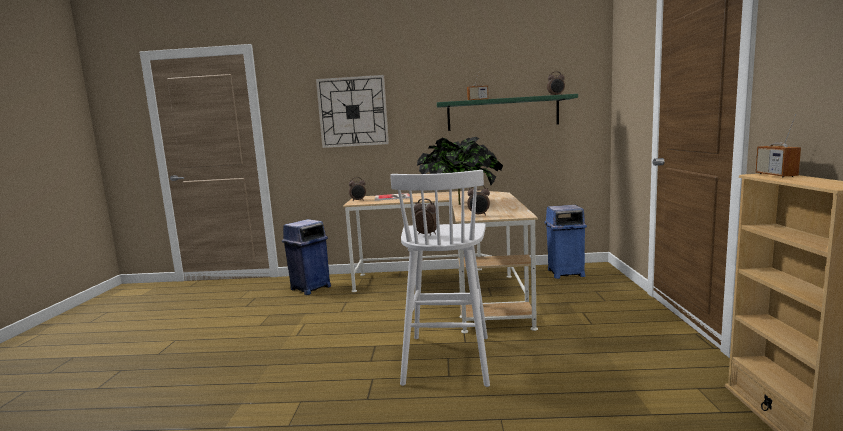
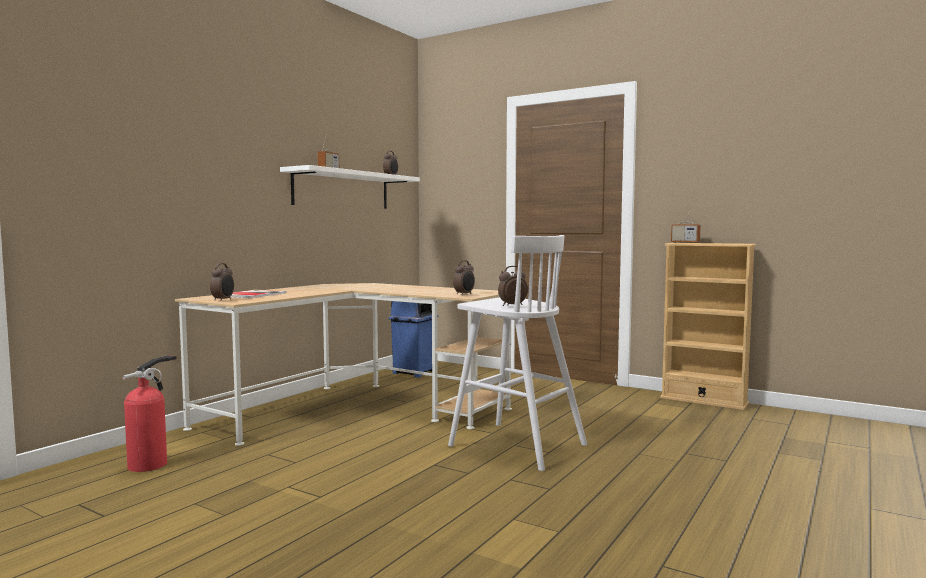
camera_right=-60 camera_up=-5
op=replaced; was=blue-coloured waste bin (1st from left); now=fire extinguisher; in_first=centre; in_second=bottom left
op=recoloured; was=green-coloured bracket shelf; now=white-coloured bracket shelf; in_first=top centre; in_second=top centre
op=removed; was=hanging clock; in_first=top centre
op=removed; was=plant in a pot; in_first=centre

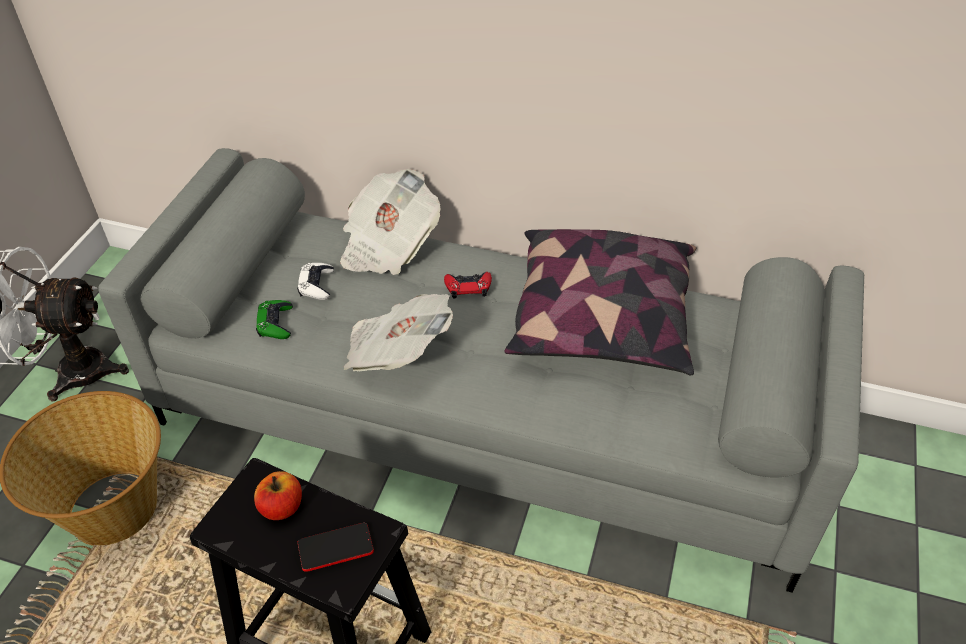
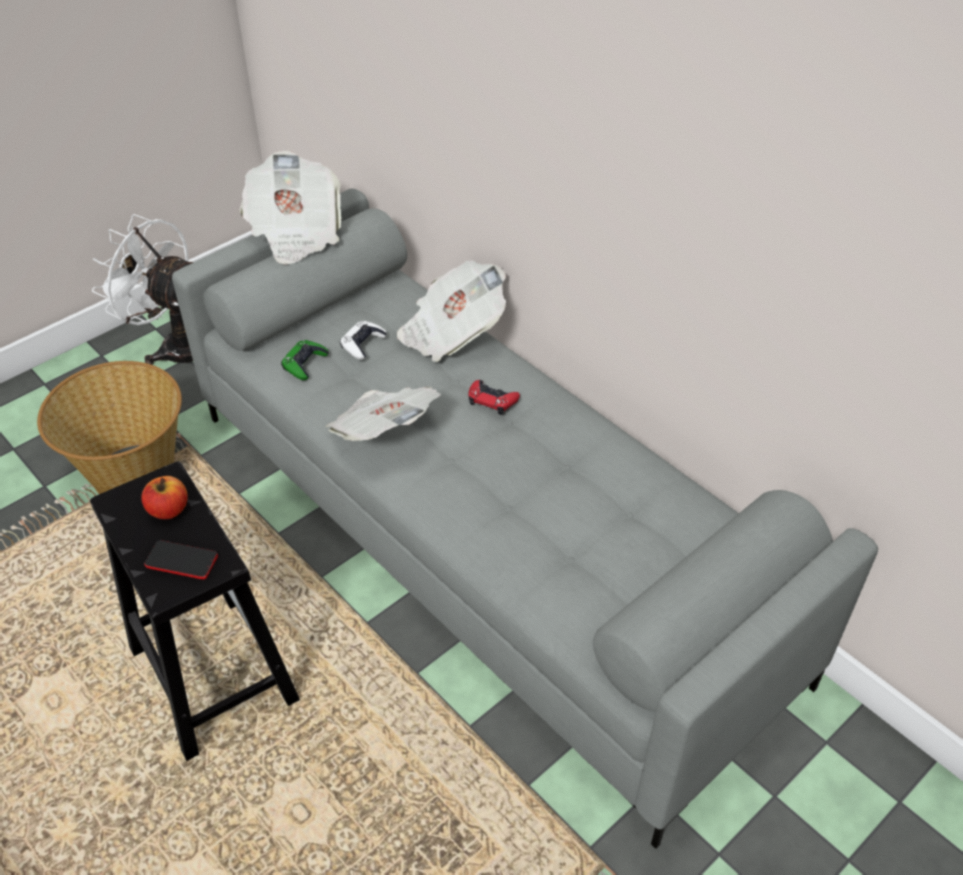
camera_right=30 camera_up=0
op=added; now=newspaper (1st from left); in_second=top left
op=removed; was=pillow; in_first=centre

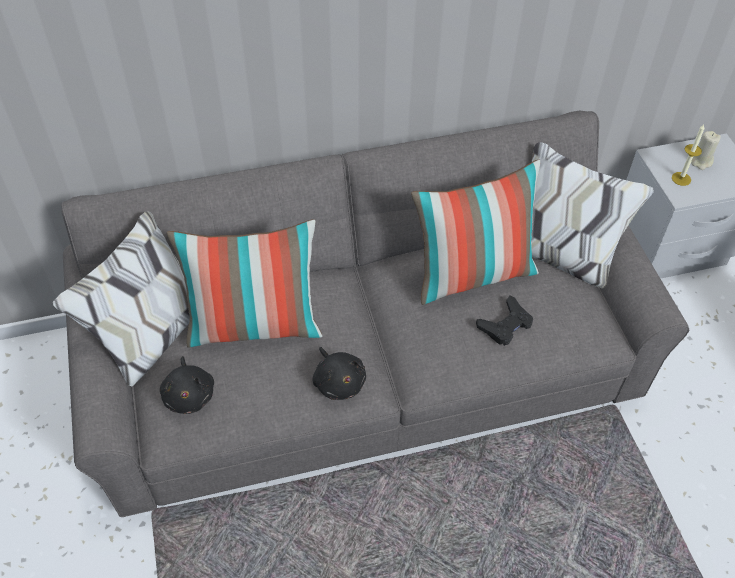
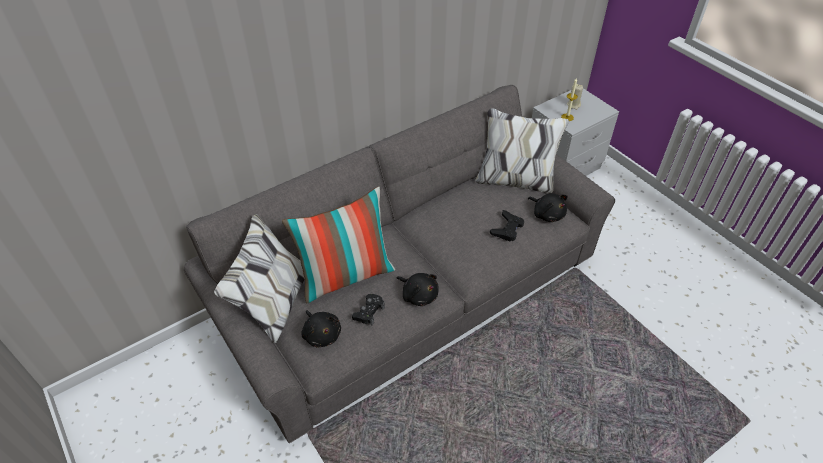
camera_right=-20 camera_up=-5
op=added; now=black-coloured gamepad (1st from left); in_second=bottom centre
op=added; now=black-coloured cuddly toy (3rd from left); in_second=centre
op=removed; was=pillow (2nd from left); in_first=centre

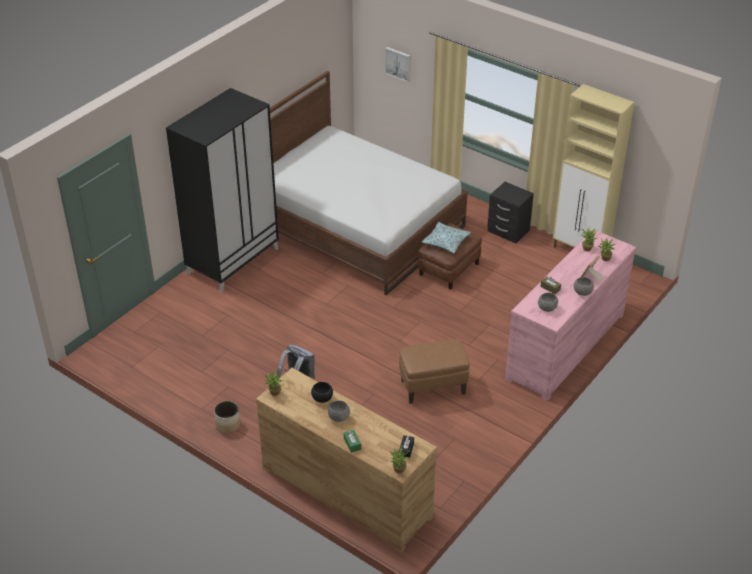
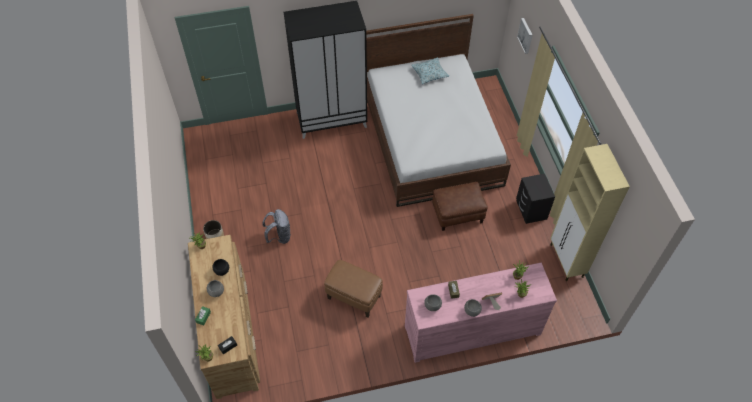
camera_right=40 camera_up=15
op=moved; was=pillow; in_first=centre; in_second=top centre

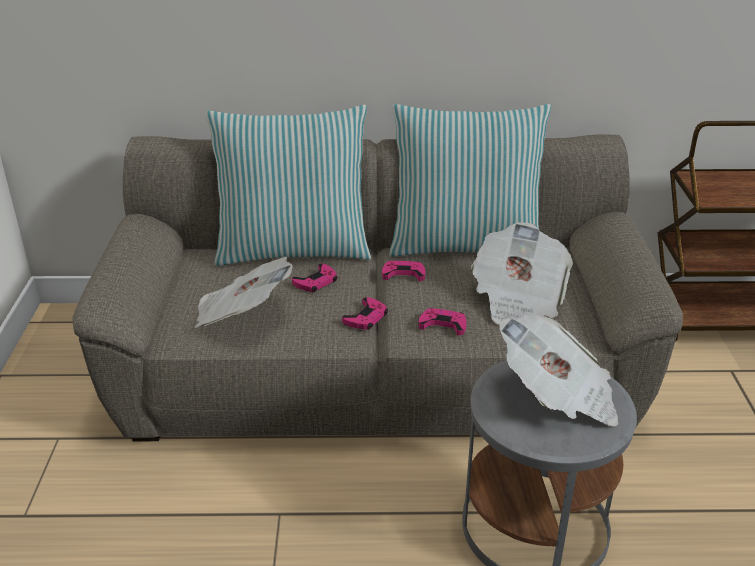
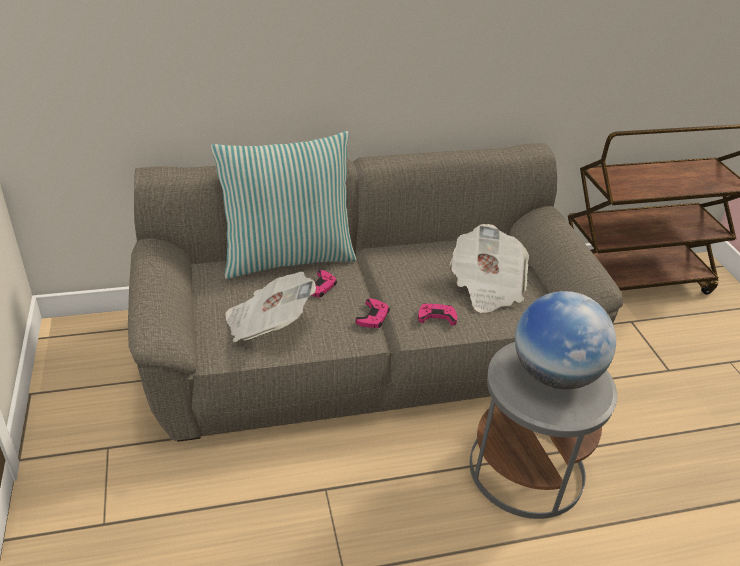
camera_right=-15 camera_up=5
op=replaced; was=newspaper (3rd from left); now=globe; in_first=middle right; in_second=middle right
op=removed; was=pink gamepad (3rd from left); in_first=centre
op=removed; was=pillow (2nd from left); in_first=top centre

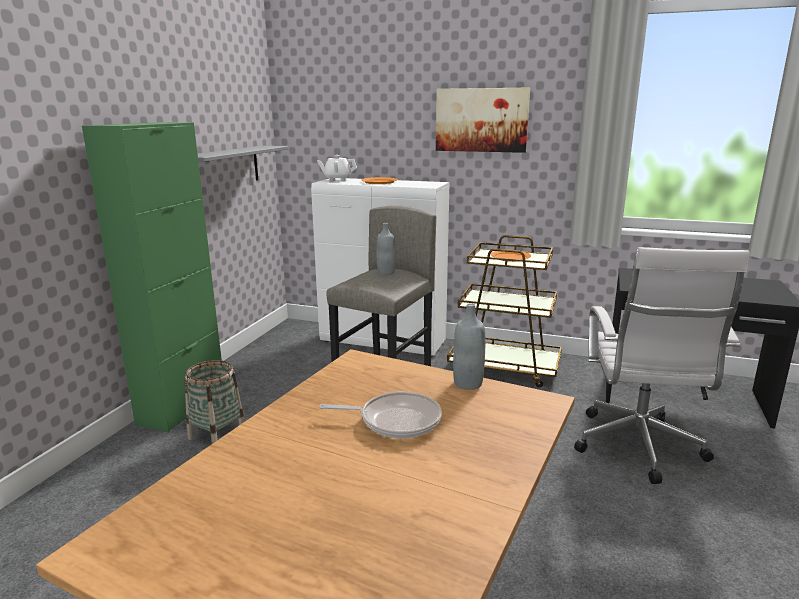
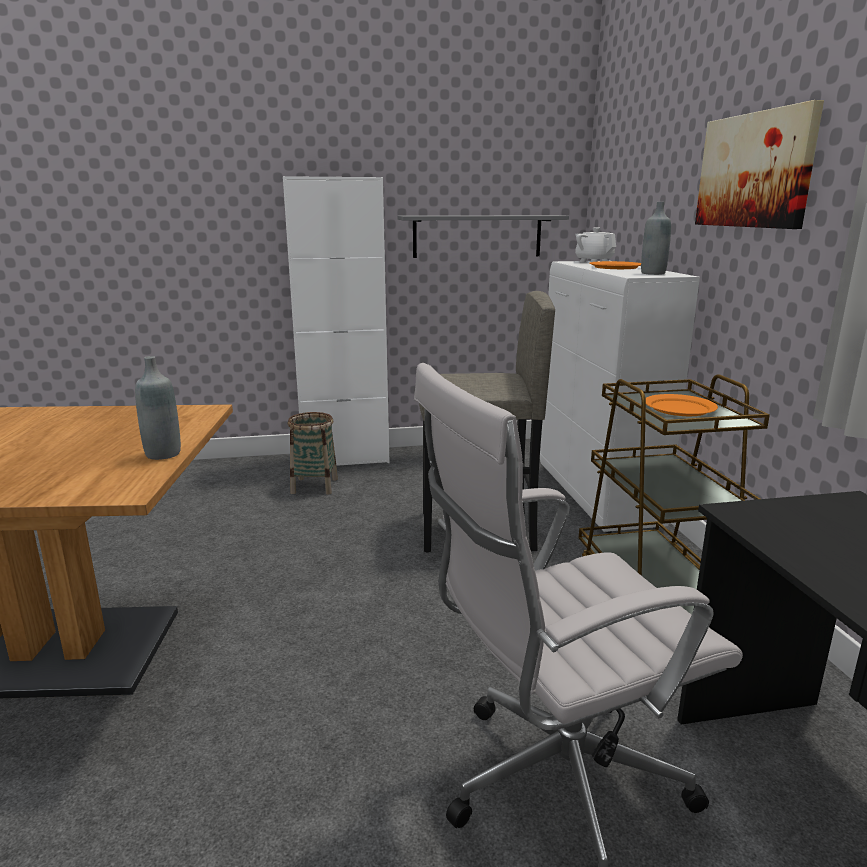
camera_right=60 camera_up=0
op=recoloured; was=green-coloured storage cabinet; now=white-coloured storage cabinet (1st from left); in_first=middle left; in_second=centre
op=moved; was=grey beverage bottle (1st from left in the first image); now=grey beverage bottle (2nd from left); in_first=centre; in_second=top right
op=removed; was=frying pan; in_first=bottom centre

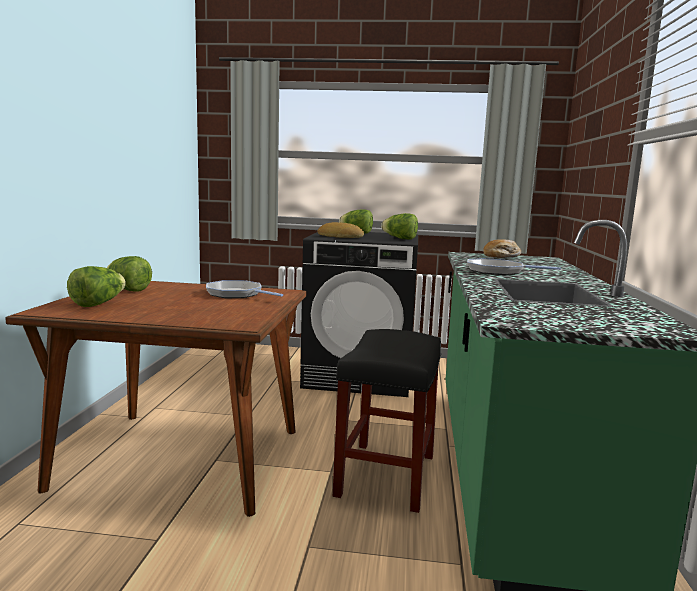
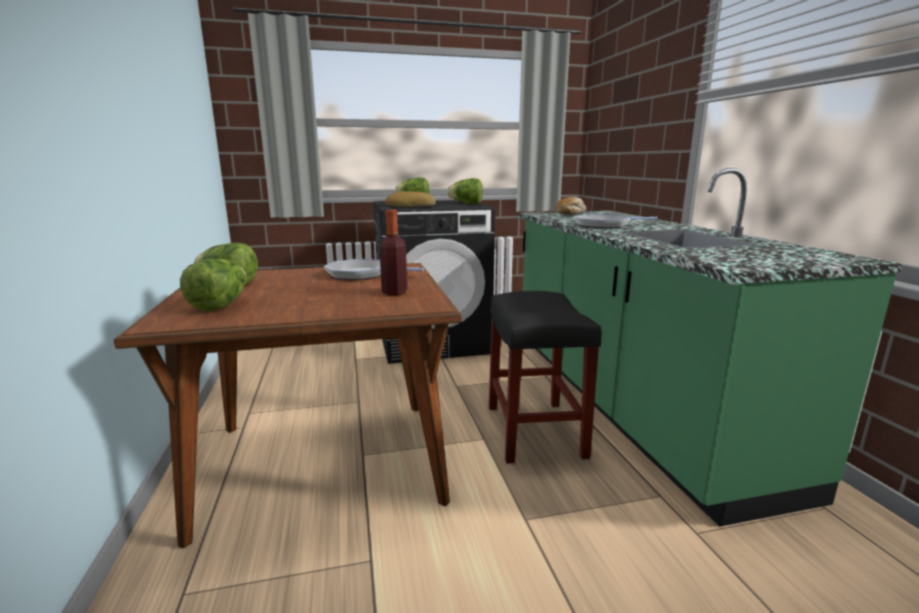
camera_right=-20 camera_up=5
op=added; now=beverage bottle; in_second=centre

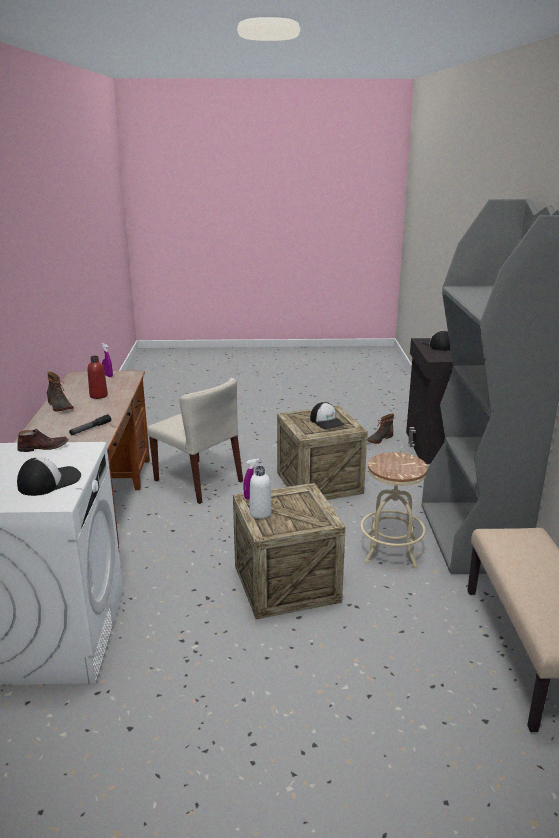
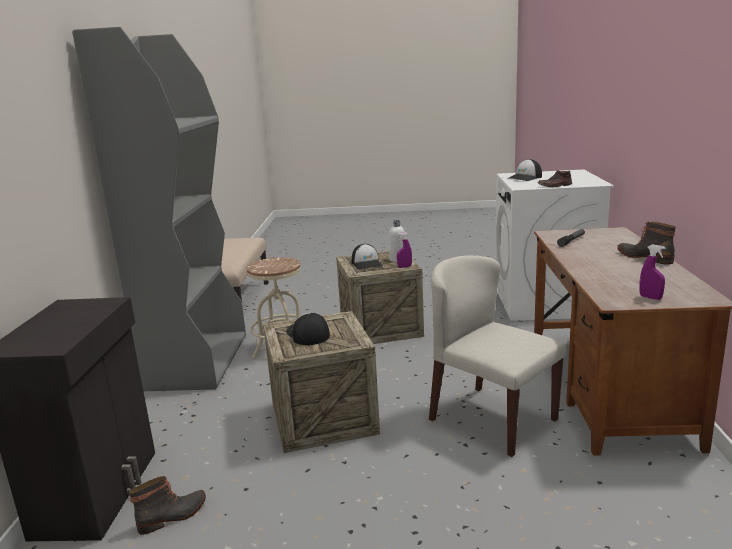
camera_right=-175 camera_up=-5
op=moved; was=cap (3rd from left in the first image); now=cap (2nd from left); in_first=middle right; in_second=centre
op=removed; was=reddish beverage bottle; in_first=middle left

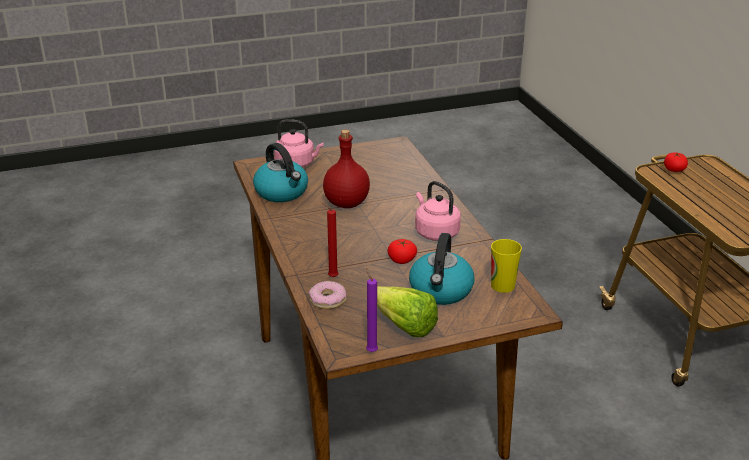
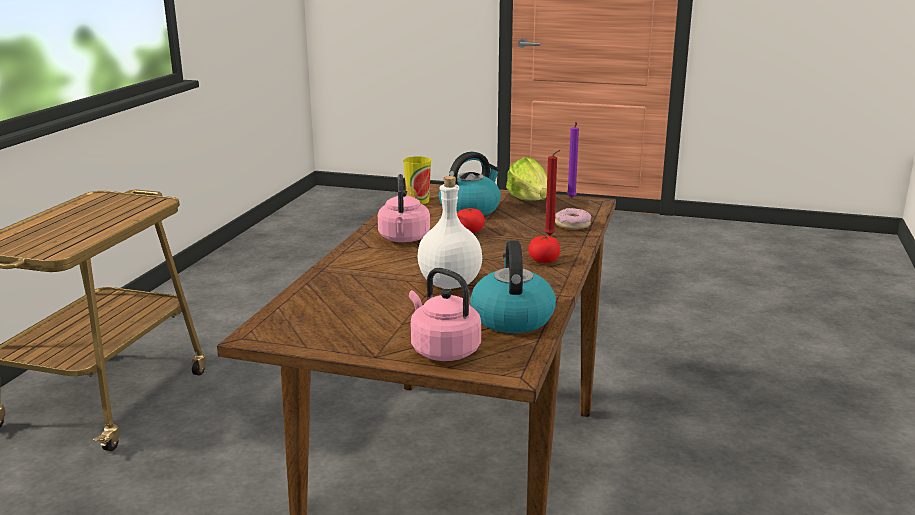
camera_right=-145 camera_up=-10
op=recoloured; was=reddish beverage bottle; now=white-coloured beverage bottle; in_first=centre; in_second=centre
op=moved; was=whole tomato (2nd from left); in_first=middle right; in_second=centre

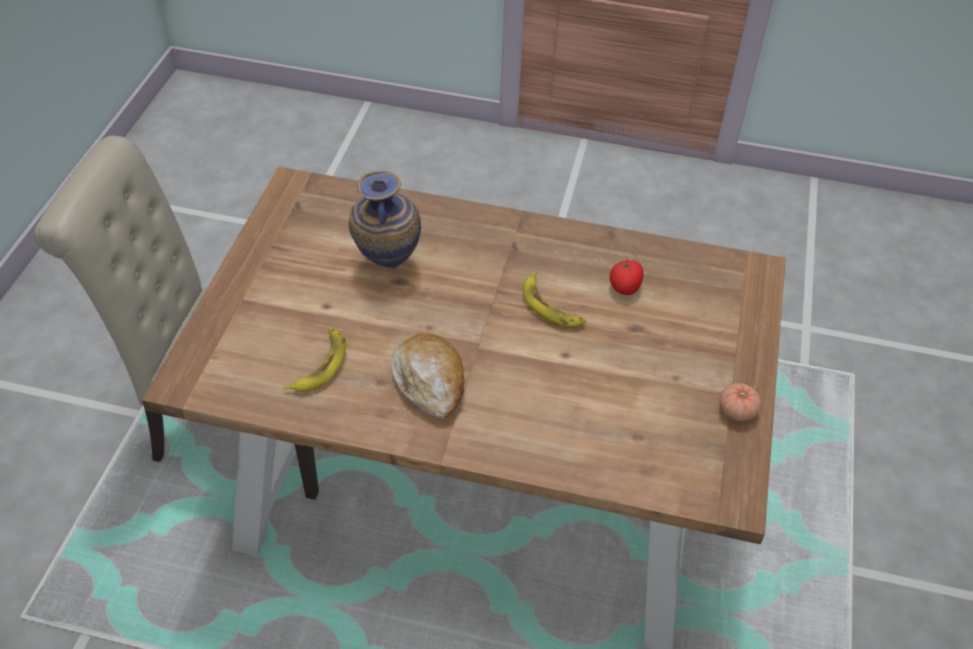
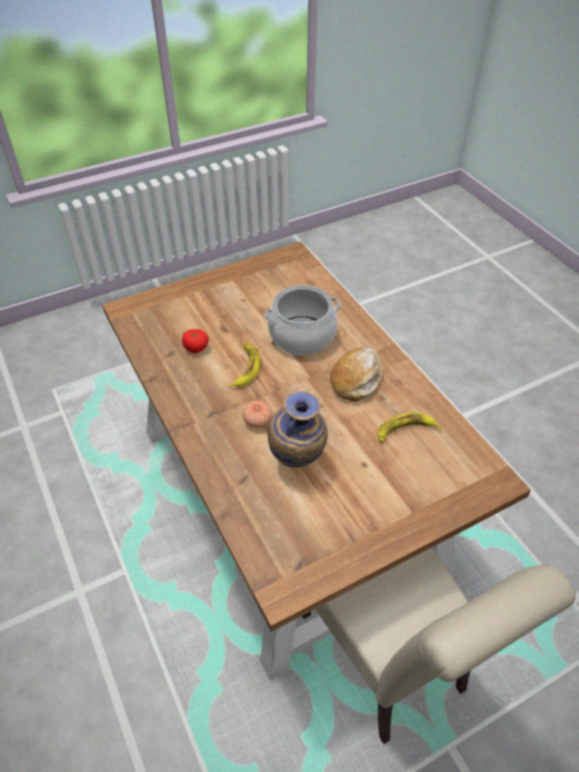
camera_right=-130 camera_up=0
op=moved; was=whole tomato (2nd from left); in_first=middle right; in_second=centre
op=added; now=stockpot; in_second=centre

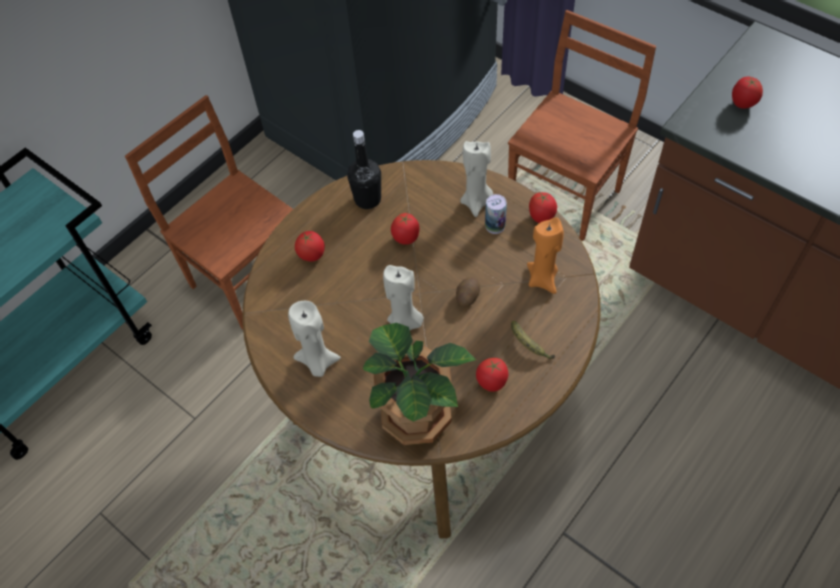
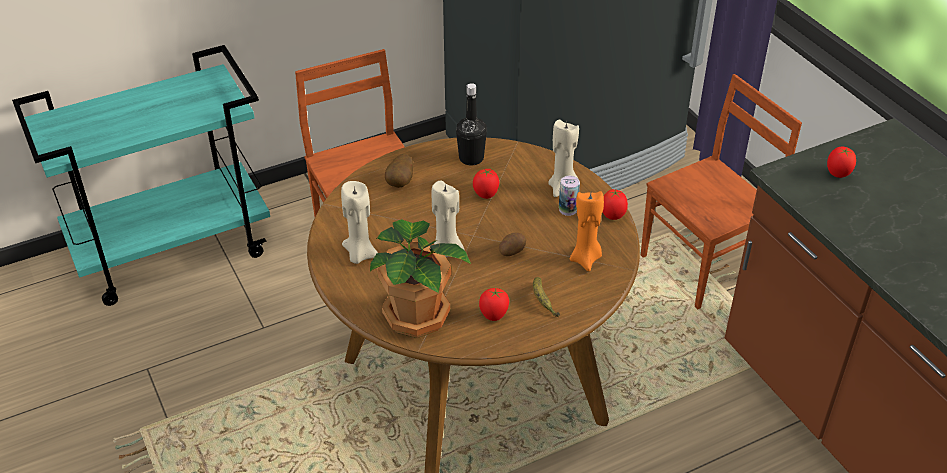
camera_right=20 camera_up=-15
op=replaced; was=whole tomato (1st from left); now=whole potato (1st from left); in_first=centre; in_second=centre

